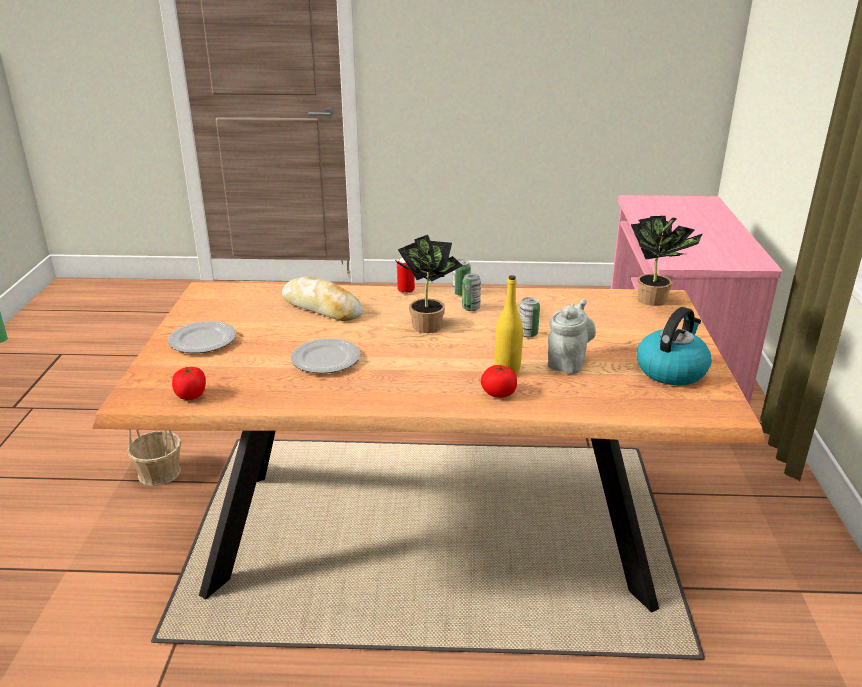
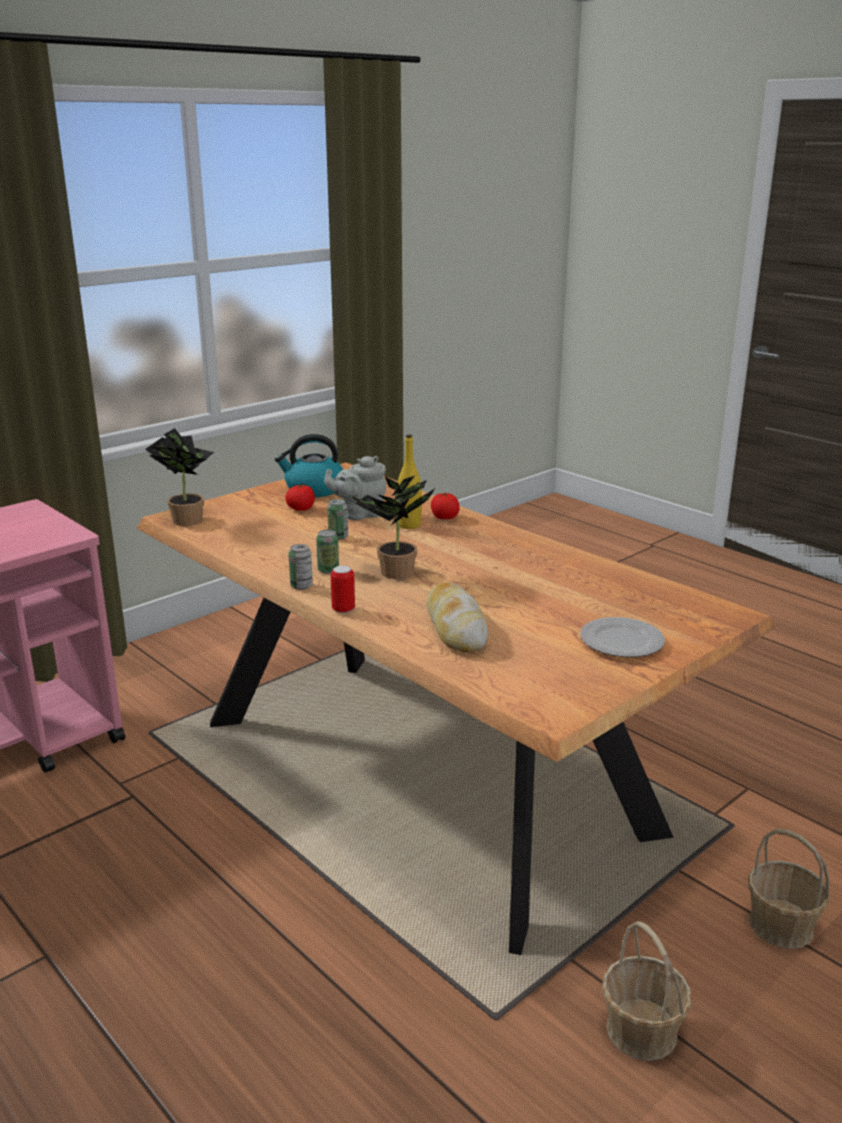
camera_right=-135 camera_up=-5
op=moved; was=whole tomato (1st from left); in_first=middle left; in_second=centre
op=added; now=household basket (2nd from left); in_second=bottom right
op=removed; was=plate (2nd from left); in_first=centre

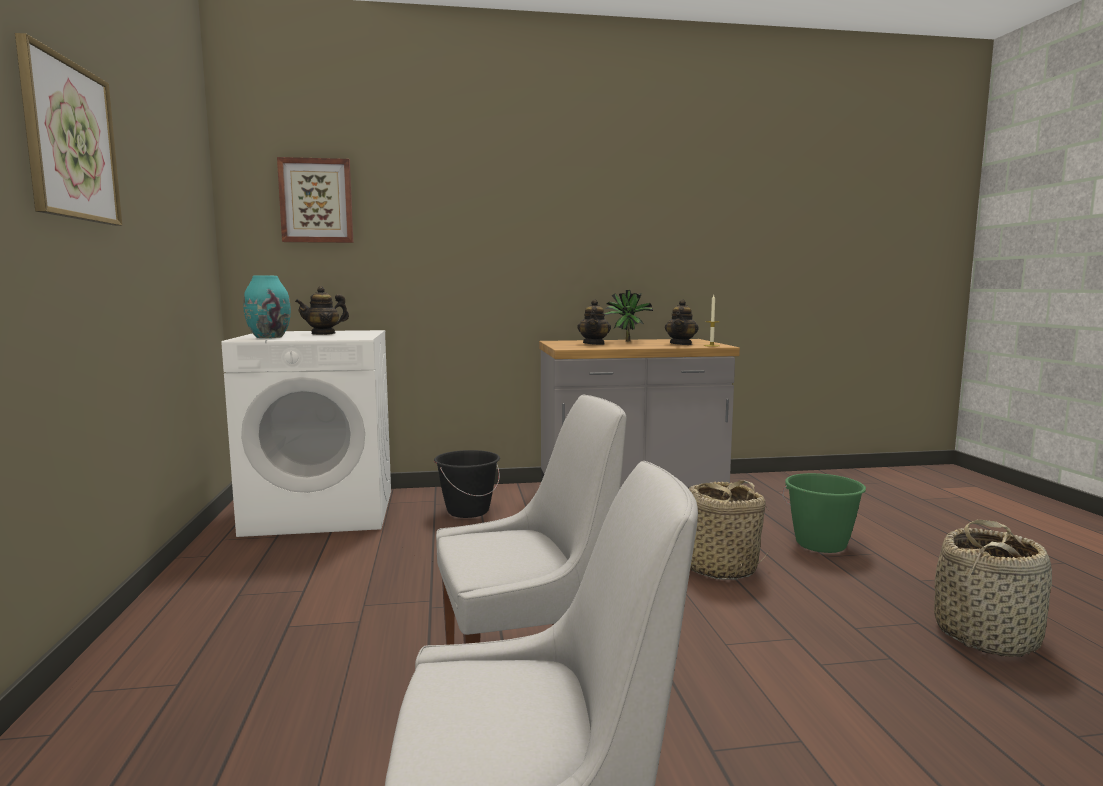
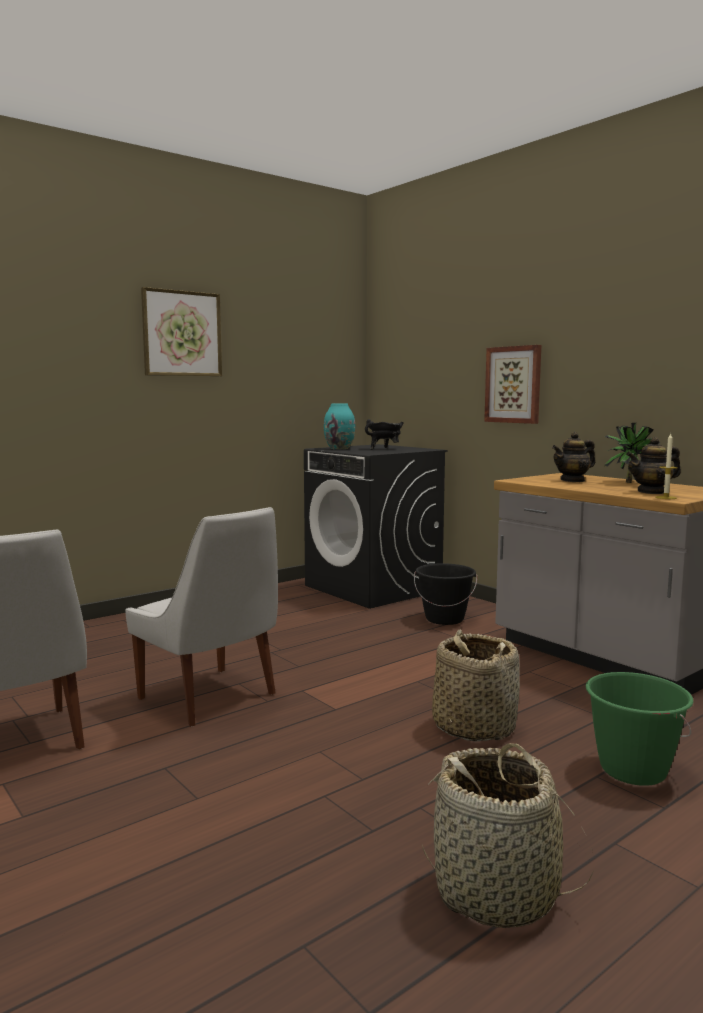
camera_right=60 camera_up=0
op=recoloured; was=white-coloured washing machine; now=black-coloured washing machine; in_first=middle left; in_second=centre
op=replaced; was=pot for tea (1st from left); now=black-coloured stockpot; in_first=middle left; in_second=centre
op=moved; was=wall picture (2nd from left); in_first=top left; in_second=middle right

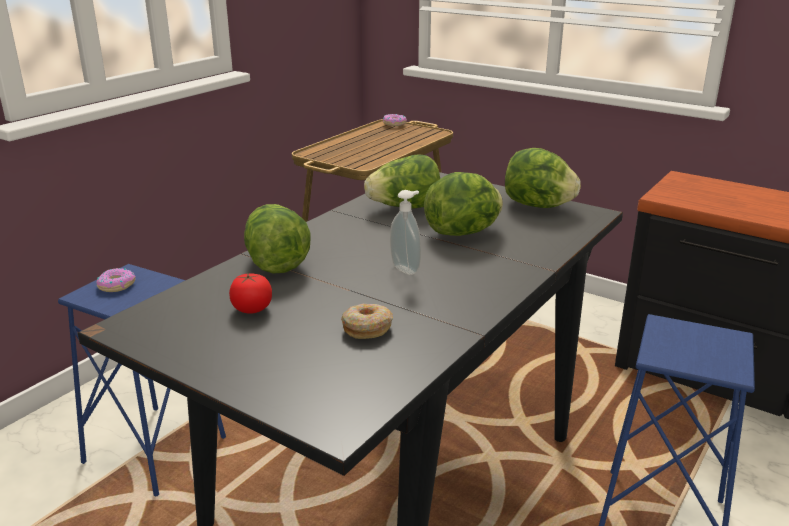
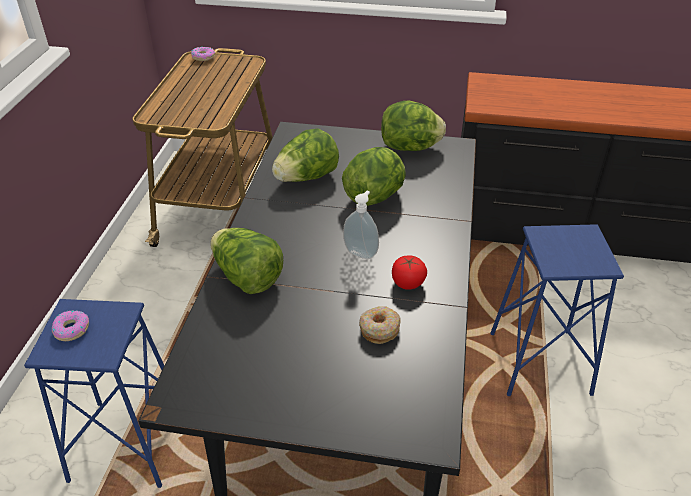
camera_right=-25 camera_up=15
op=moved; was=whole tomato; in_first=middle left; in_second=centre

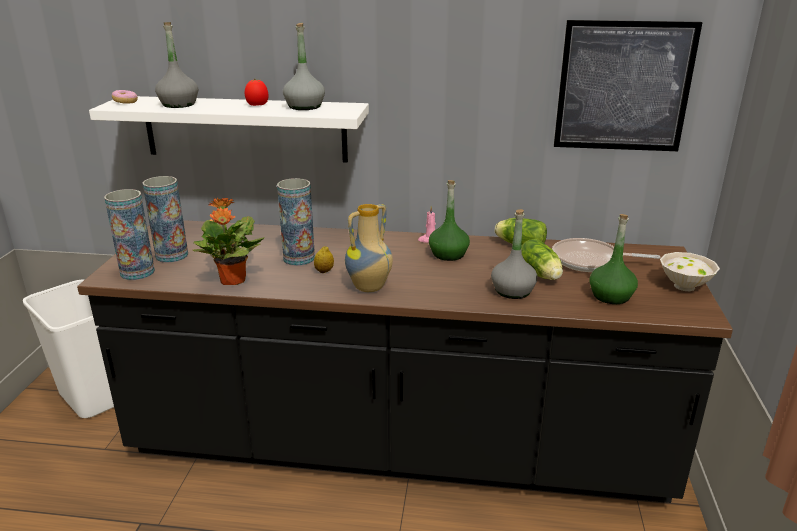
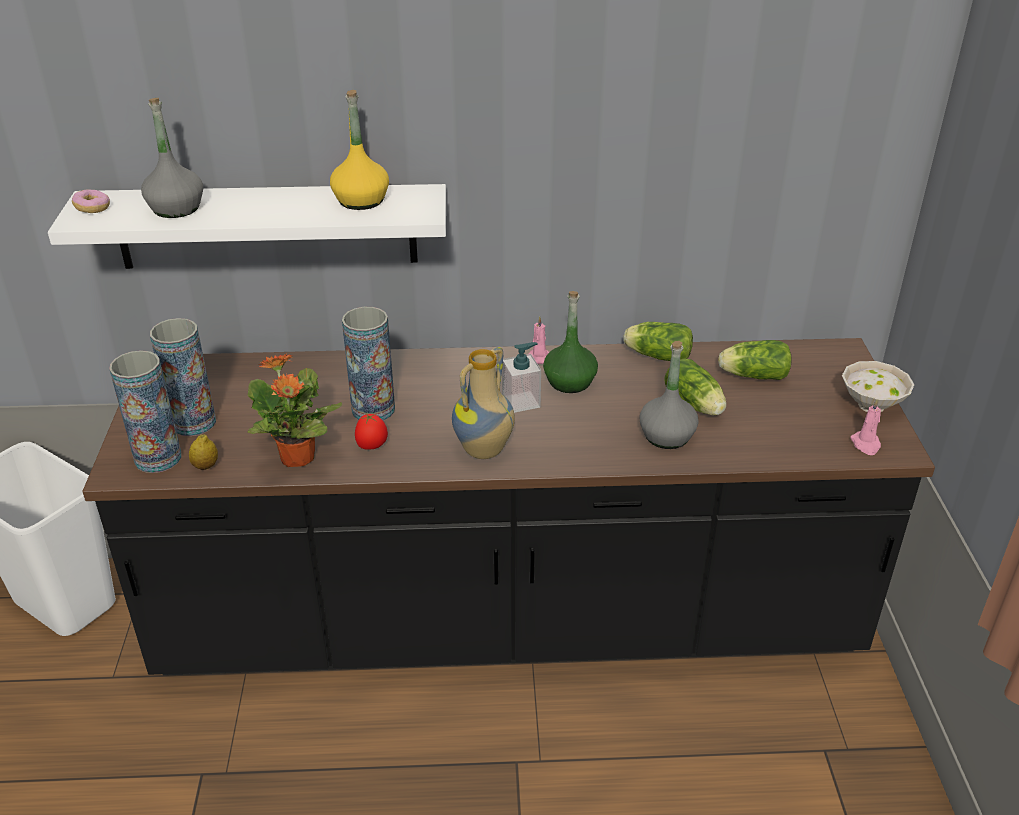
camera_right=-10 camera_up=10
op=moved; was=citrus fruit; in_first=centre; in_second=middle left
op=recoloured; was=grey beverage bottle (2nd from left); now=yellow-coloured beverage bottle; in_first=top centre; in_second=top centre
op=moved; was=whole tomato; in_first=top left; in_second=centre
op=added; now=liquid soap bottle; in_second=centre
op=replaced; was=frying pan; now=lettuce (3rd from left); in_first=middle right; in_second=middle right
op=added; now=pink wax light (2nd from left); in_second=middle right
op=removed; was=wall picture; in_first=top right
op=removed; was=green-coloured beverage bottle (2nd from left); in_first=middle right

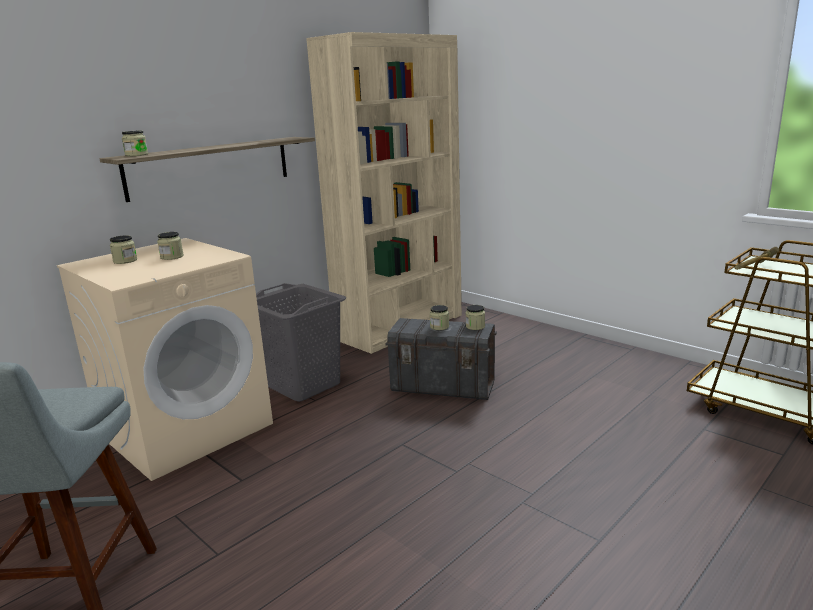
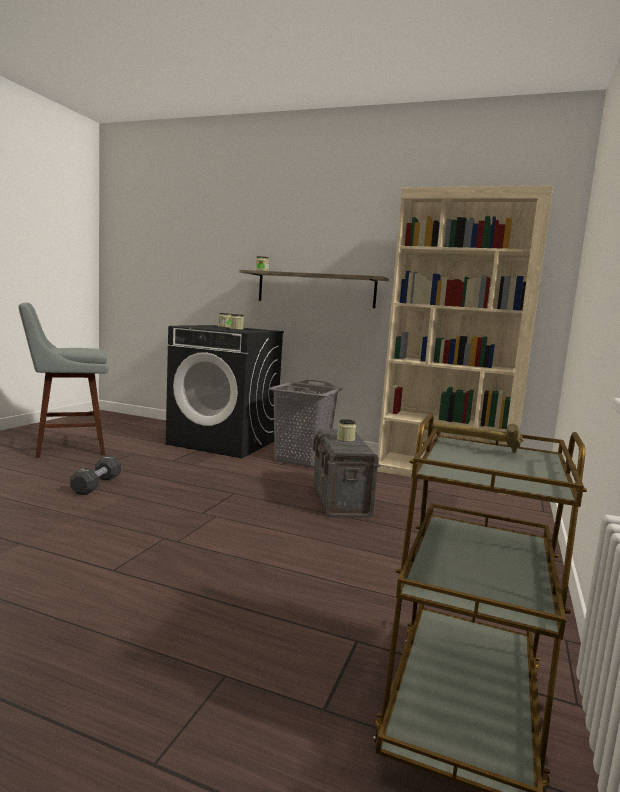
camera_right=65 camera_up=-10
op=added; now=black-coloured hand weight; in_second=middle left
op=recoloured; was=beige-coloured washing machine; now=black-coloured washing machine; in_first=middle left; in_second=centre
op=removed; was=preserve jar (5th from left); in_first=centre

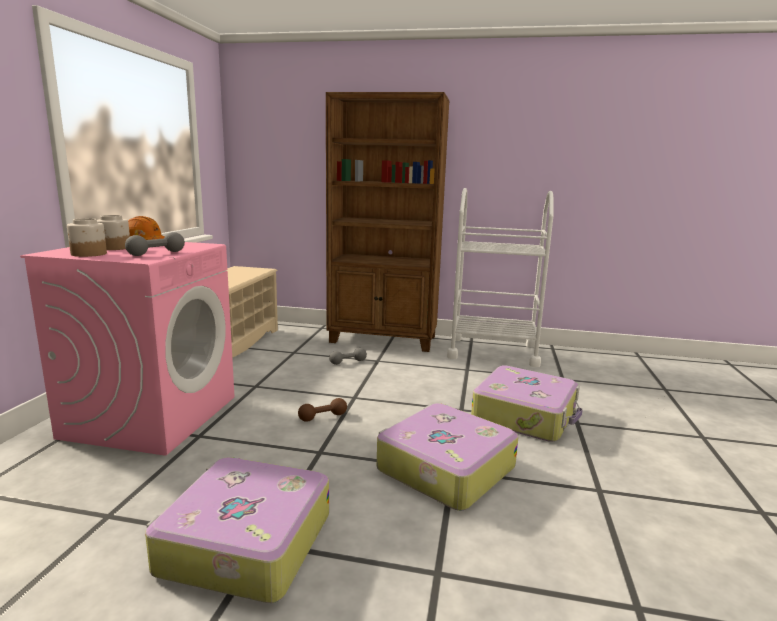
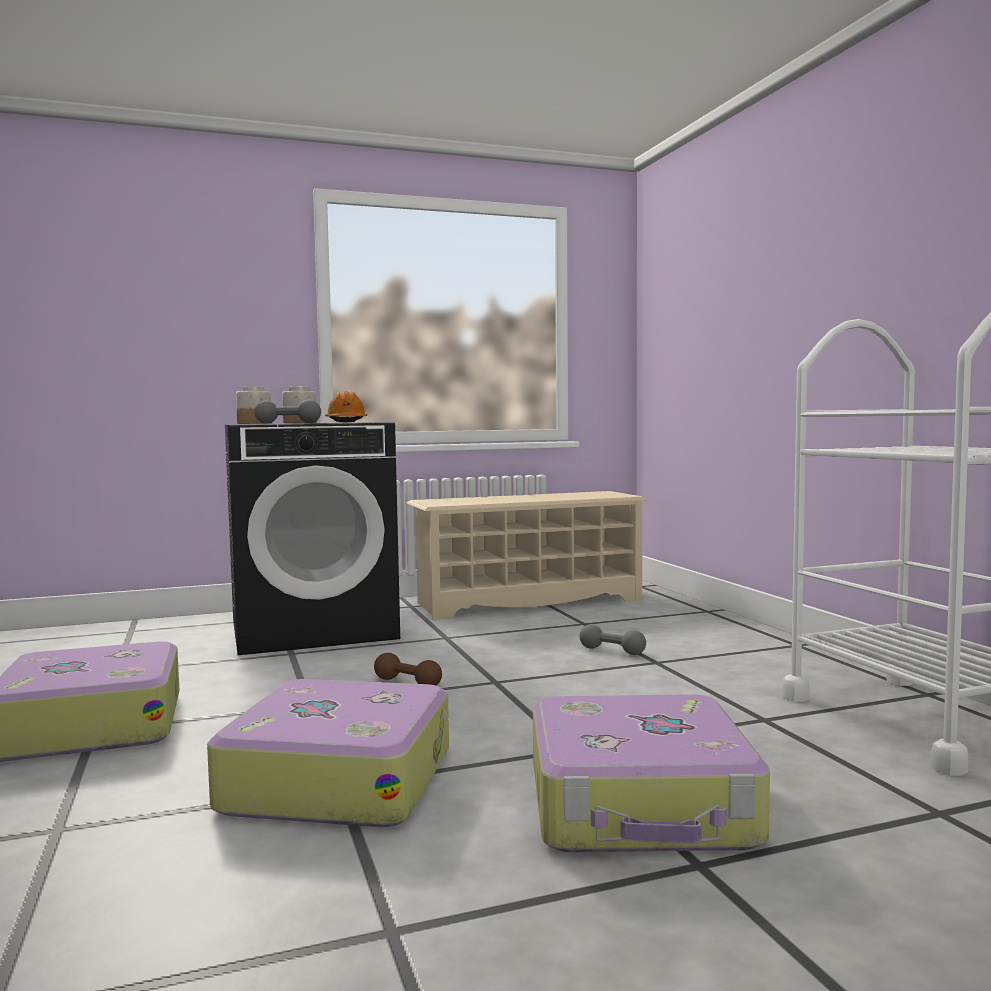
camera_right=60 camera_up=-10
op=recoloured; was=pink washing machine; now=black-coloured washing machine; in_first=middle left; in_second=middle left
op=removed; was=brownish shelving unit; in_first=centre

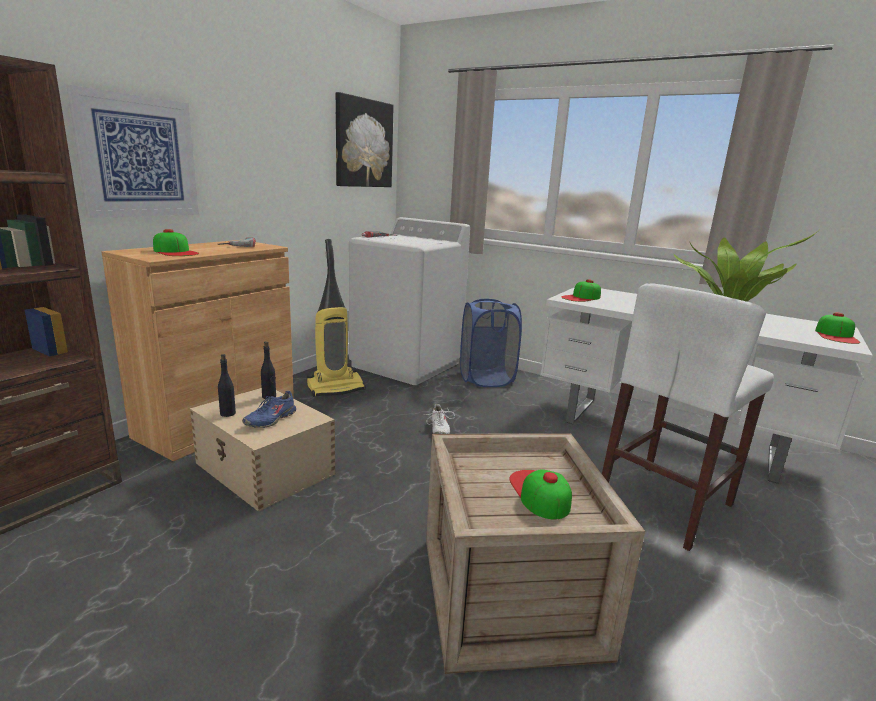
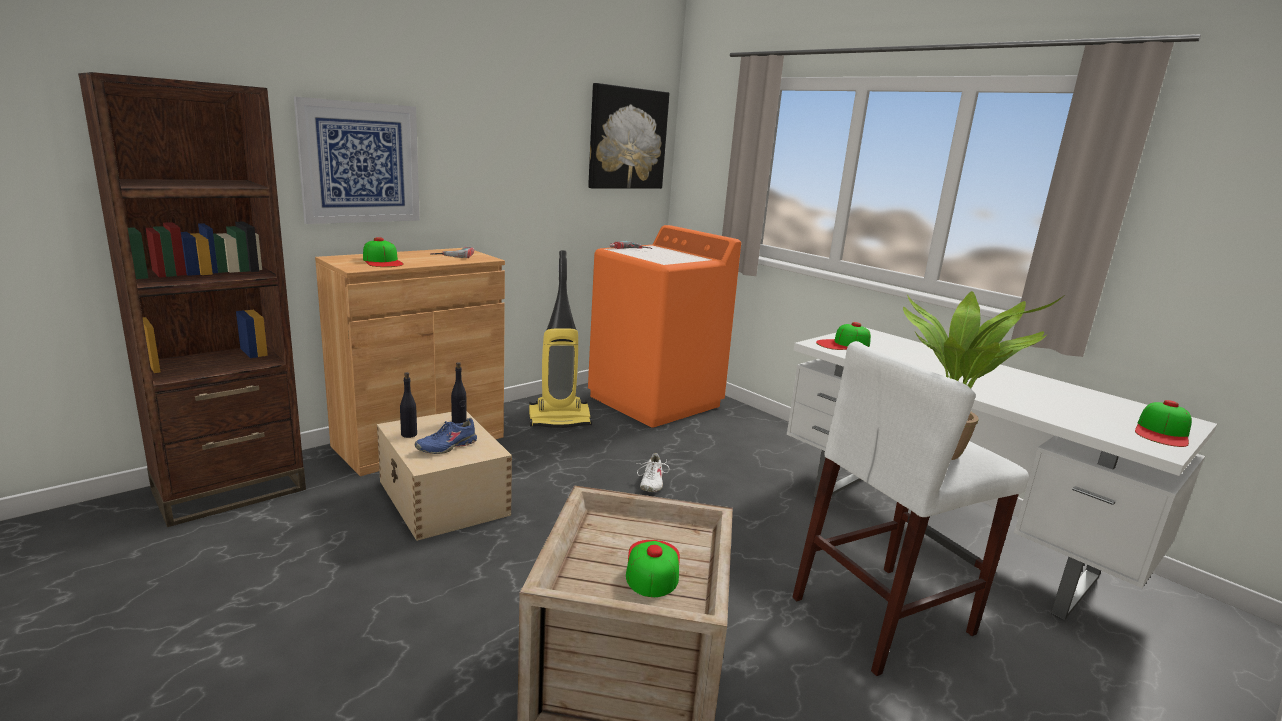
camera_right=15 camera_up=0
op=recoloured; was=white-coloured washing machine; now=orangey washing machine; in_first=centre; in_second=centre
op=removed; was=blue-coloured hamper; in_first=centre

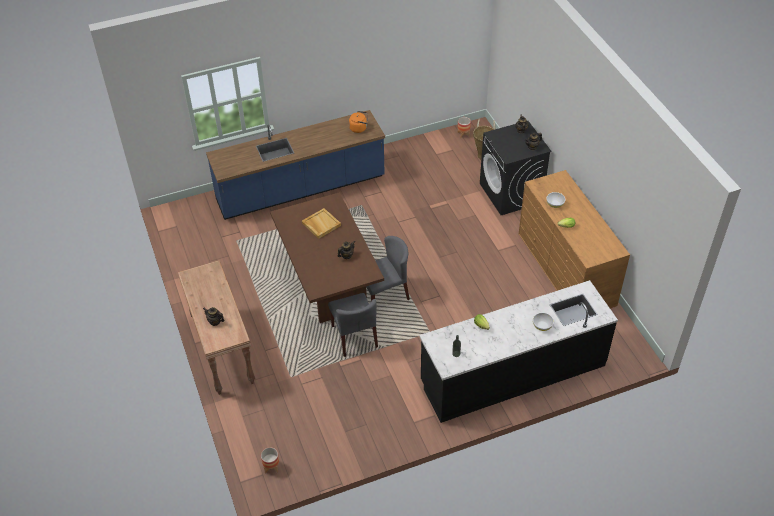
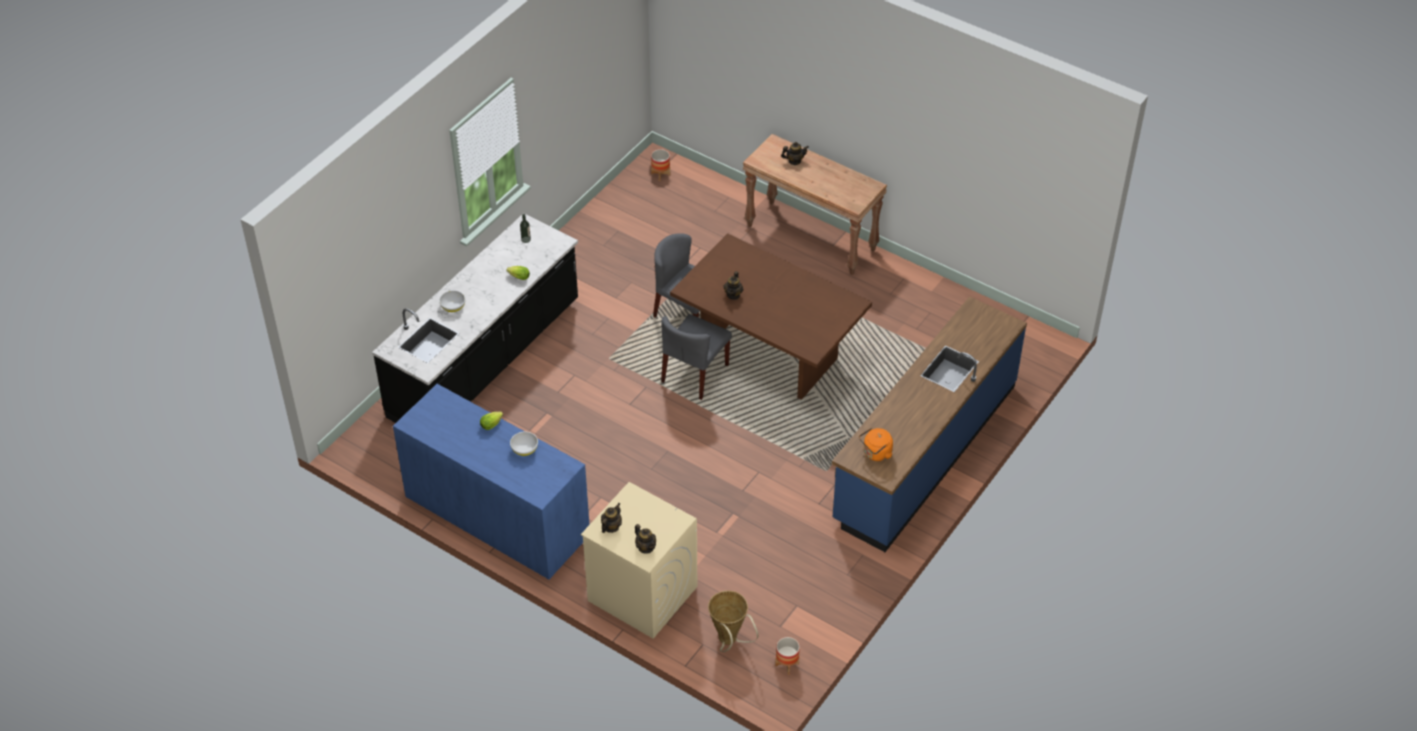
camera_right=145 camera_up=0
op=recoloured; was=brownish drawer chest; now=blue-coloured drawer chest; in_first=middle right; in_second=centre
op=recoloured; was=black-coloured washing machine; now=beige-coloured washing machine; in_first=top right; in_second=bottom centre
op=removed; was=beige-coloured carrying tray; in_first=centre

